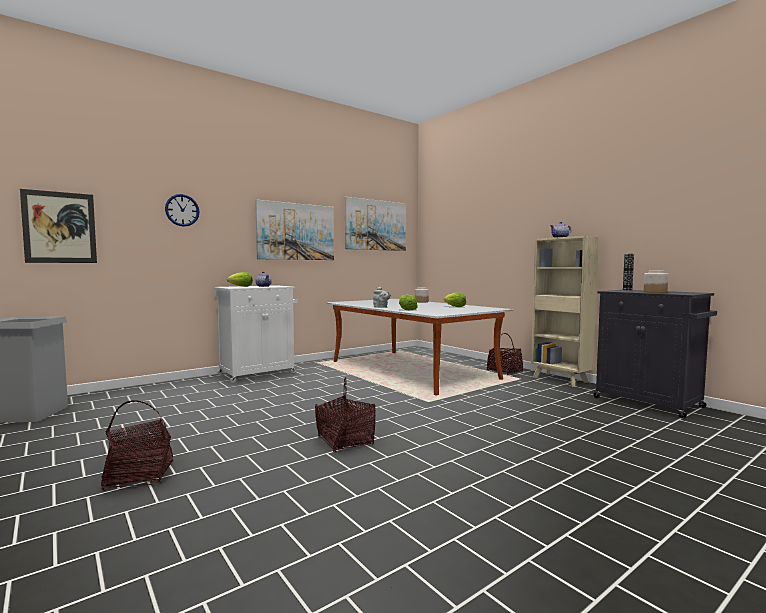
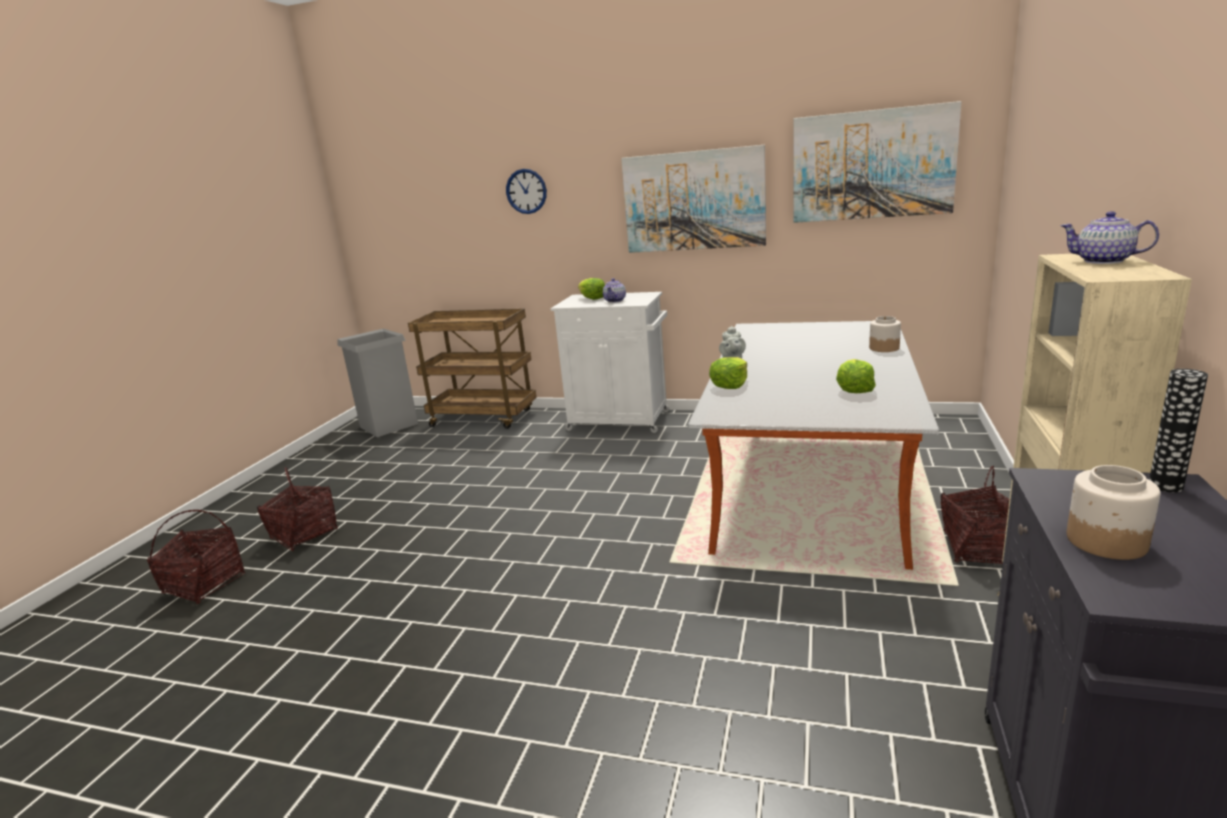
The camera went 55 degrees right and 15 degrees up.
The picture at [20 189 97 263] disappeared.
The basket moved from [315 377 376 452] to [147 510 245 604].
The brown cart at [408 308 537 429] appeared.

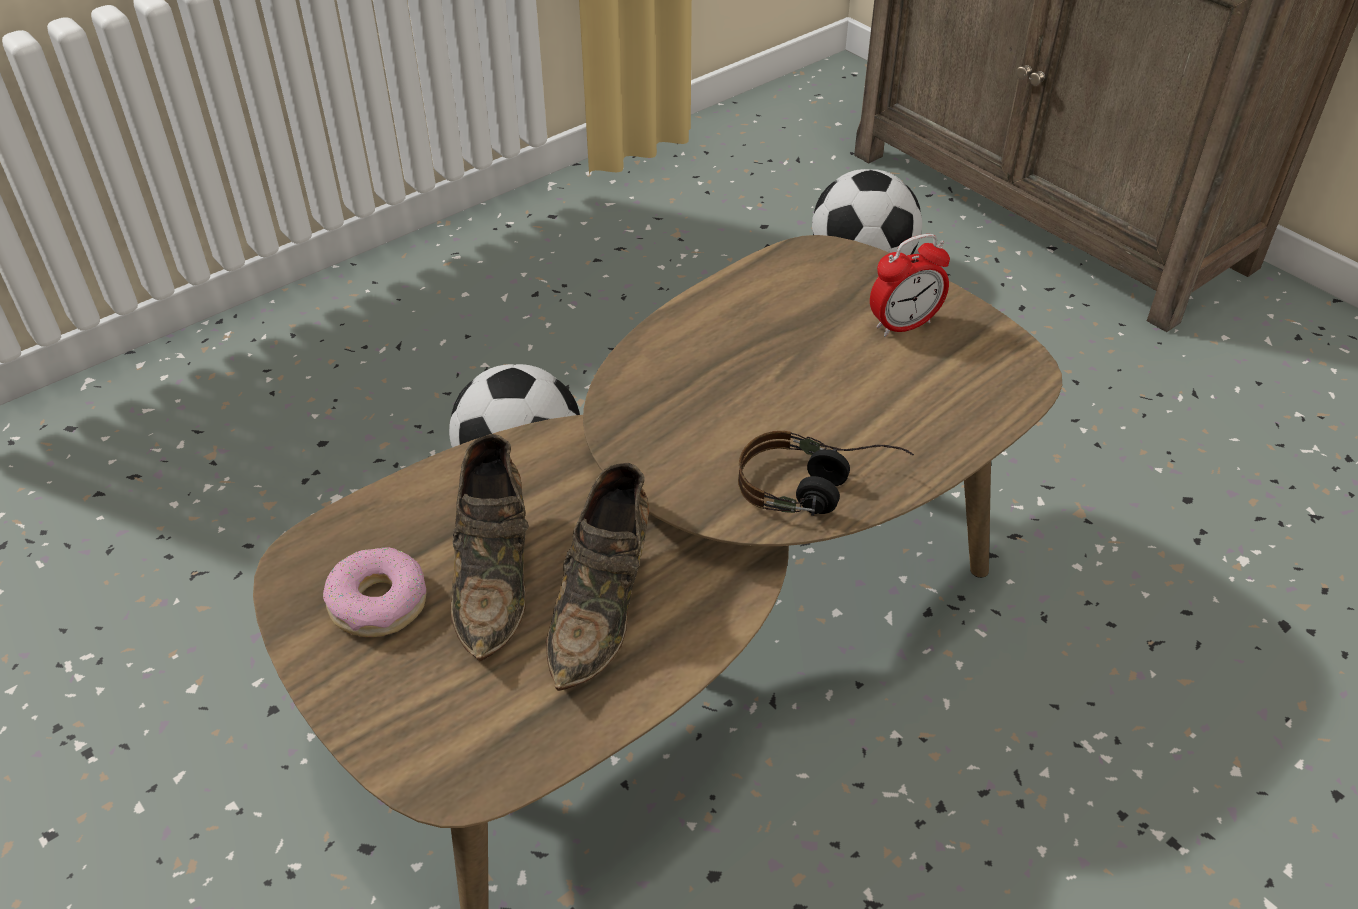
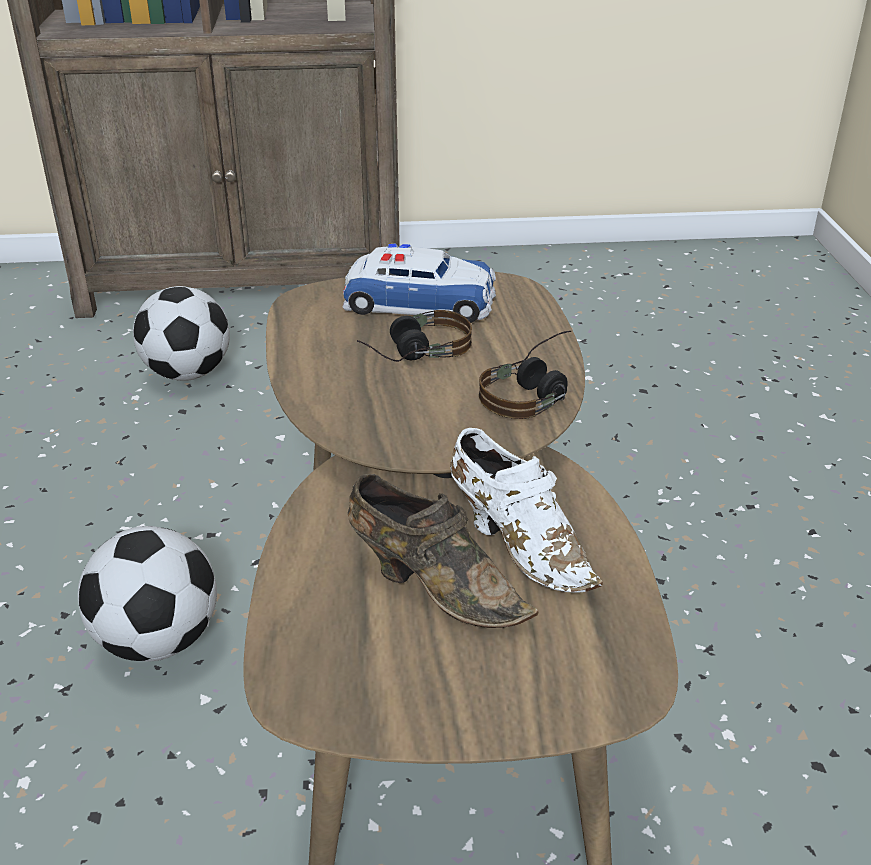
The camera went 55 degrees left and 10 degrees down.
The alarm clock at [870 234 950 337] was replaced by the toy car at [343 244 496 323].
The brown shoe at [546 463 649 691] became the white shoe at [450 428 603 593].
The donut at [323 547 426 637] disappeared.
The headphones at [357 310 472 362] appeared.

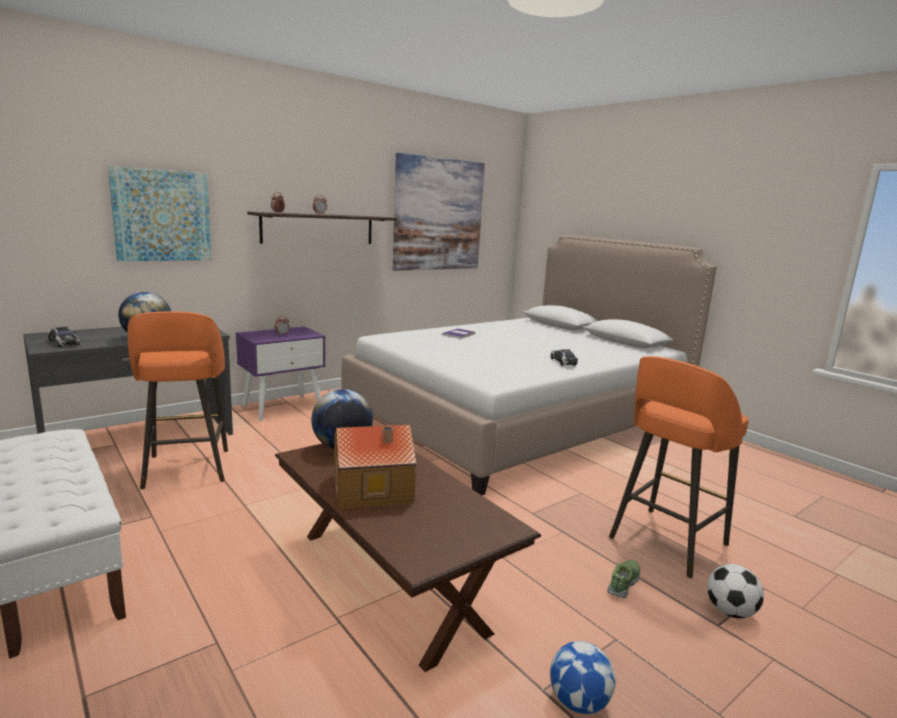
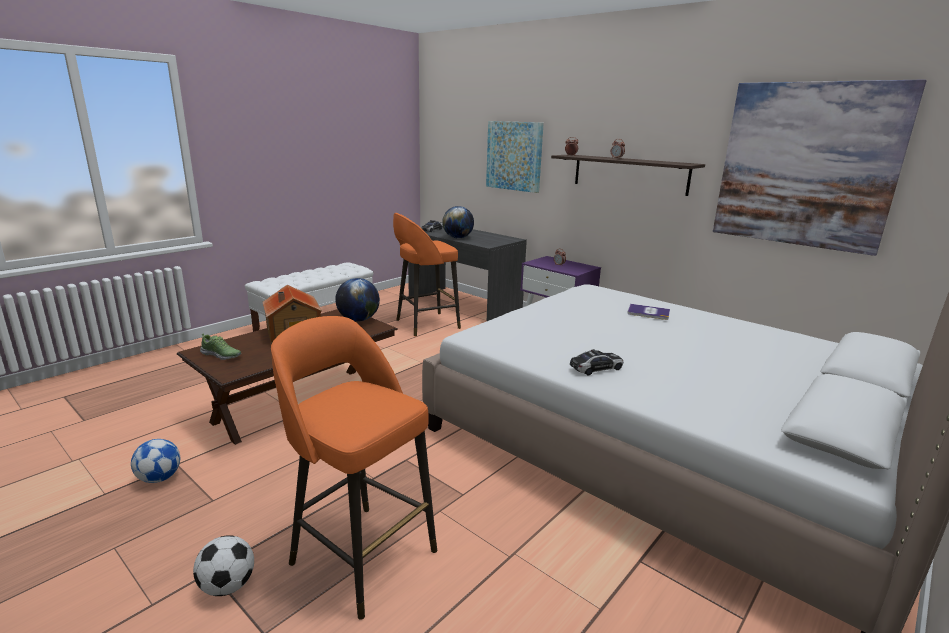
The camera went 80 degrees right and 5 degrees up.
The shoe moved from [607 560 640 598] to [200 333 241 360].

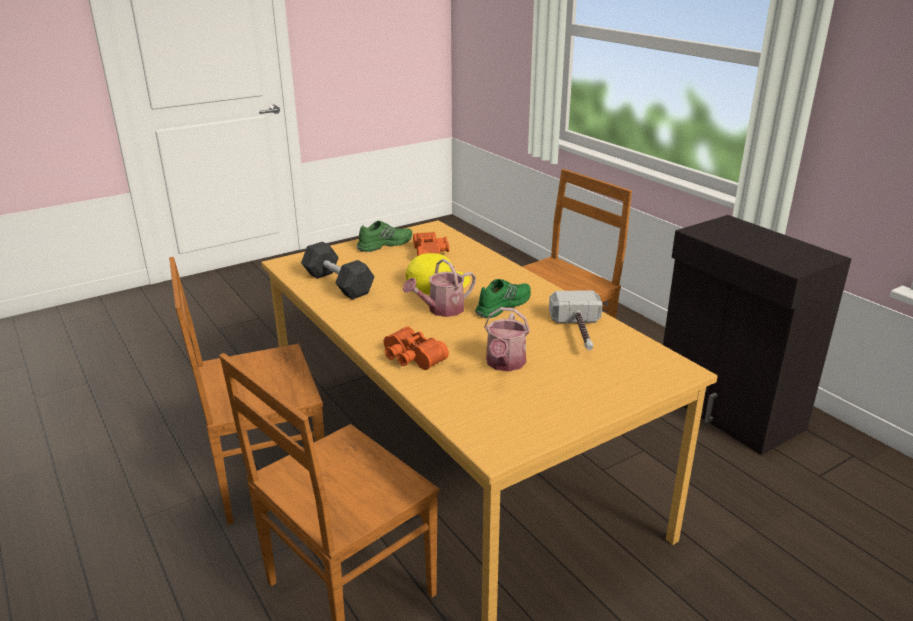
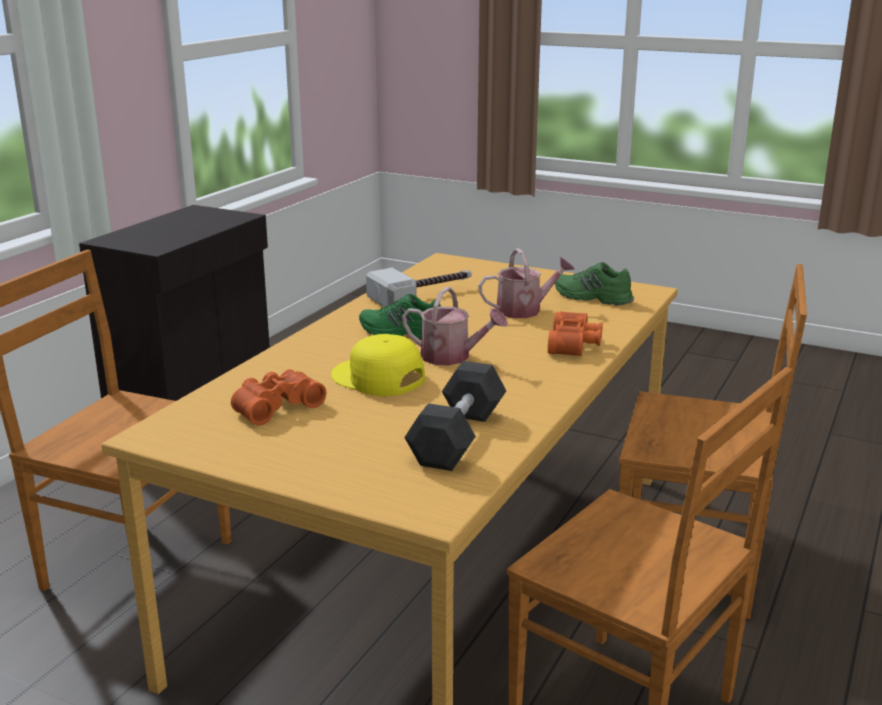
The camera went 120 degrees left and 5 degrees down.
The green shoe moved from [357 221 412 252] to [555 262 634 306].

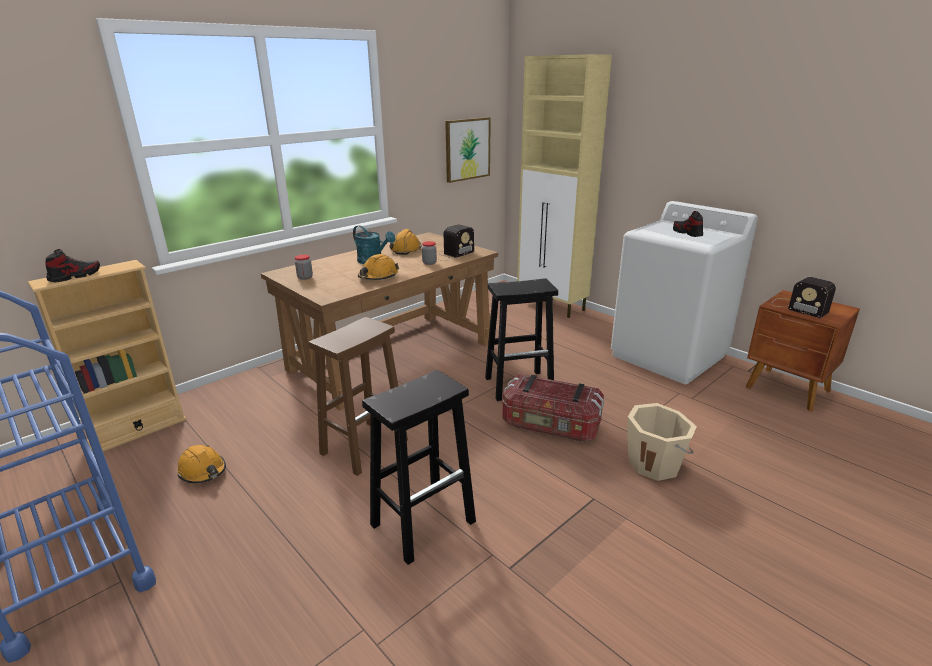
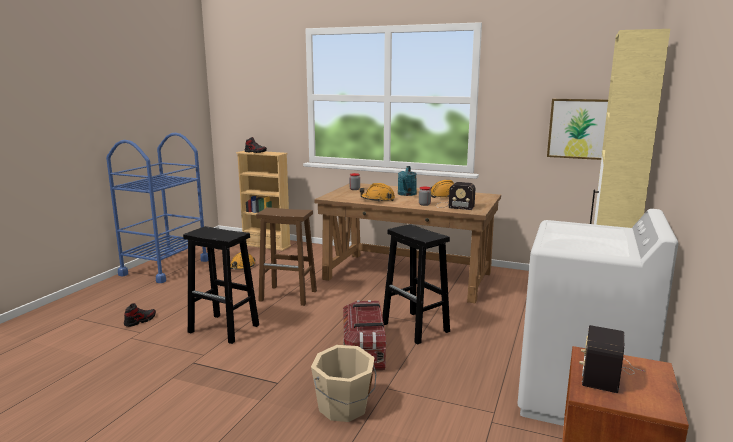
The camera went 65 degrees right and 10 degrees down.
The shoe moved from [673 211 703 237] to [124 303 156 327].

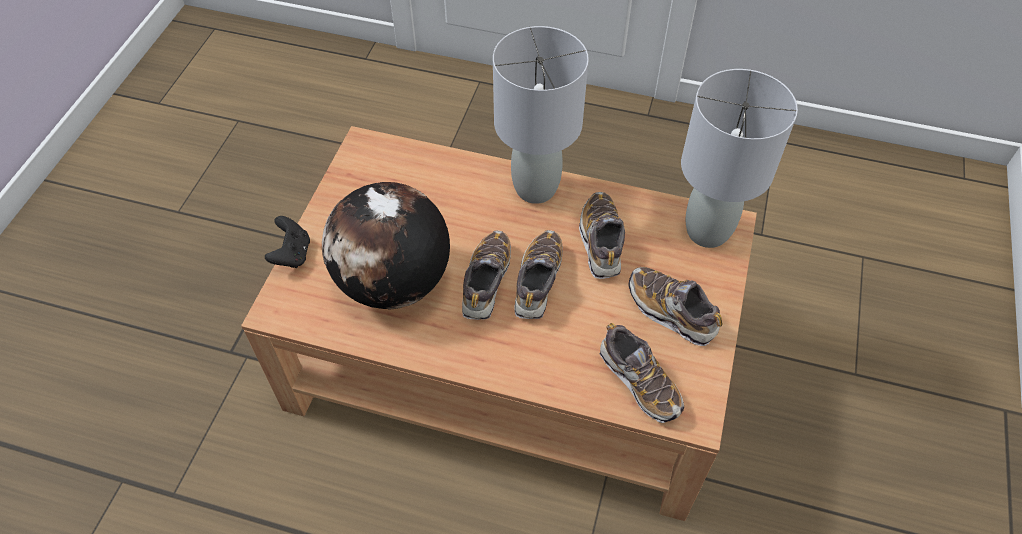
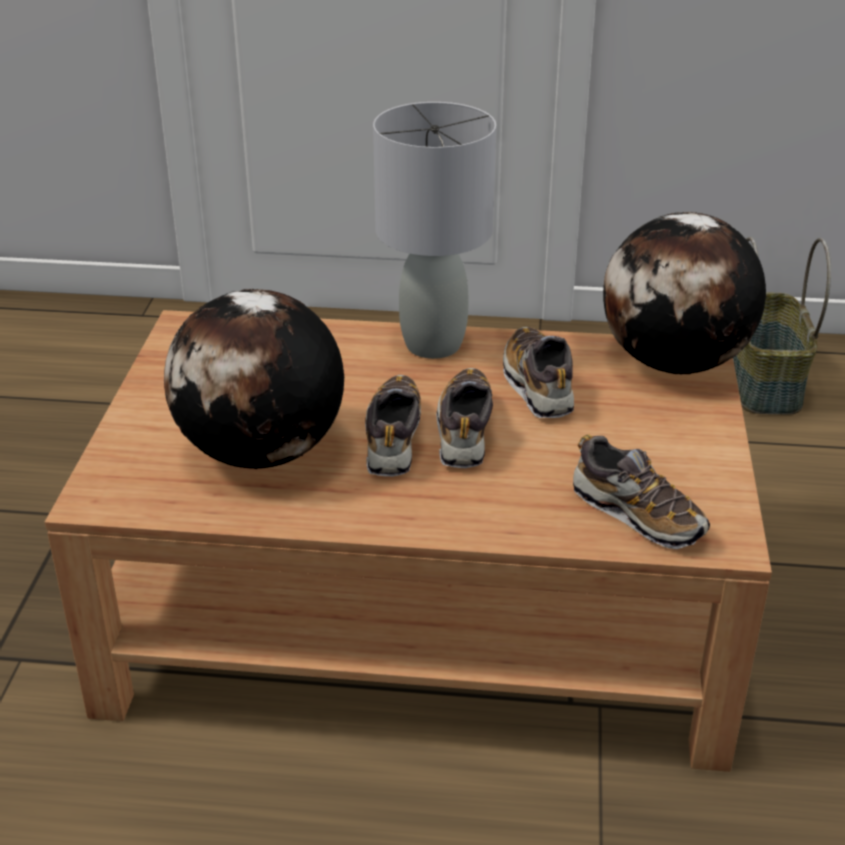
The camera went 10 degrees left and 20 degrees down.
The grey table lamp at [681 69 798 248] was replaced by the globe at [603 212 766 375].
The black game controller at [265 216 310 268] disappeared.
The shoe at [628 267 723 346] disappeared.
The basket at [733 237 831 415] appeared.

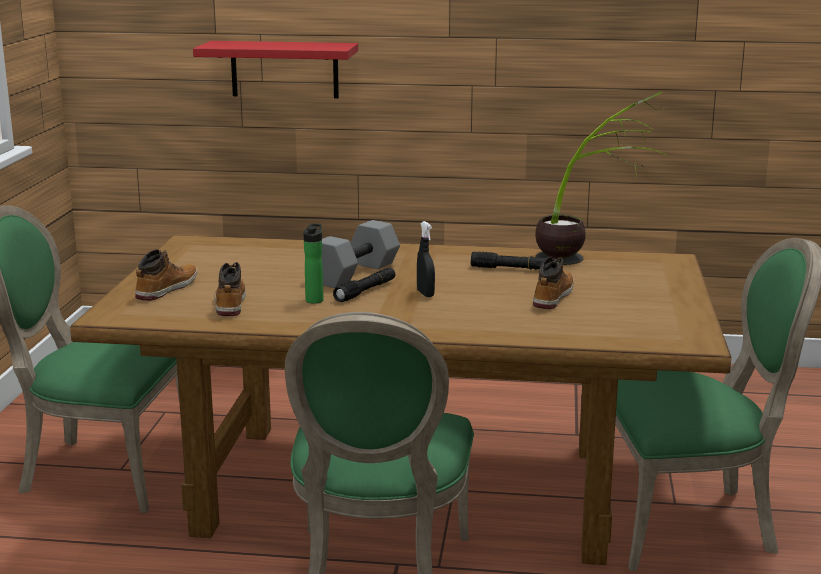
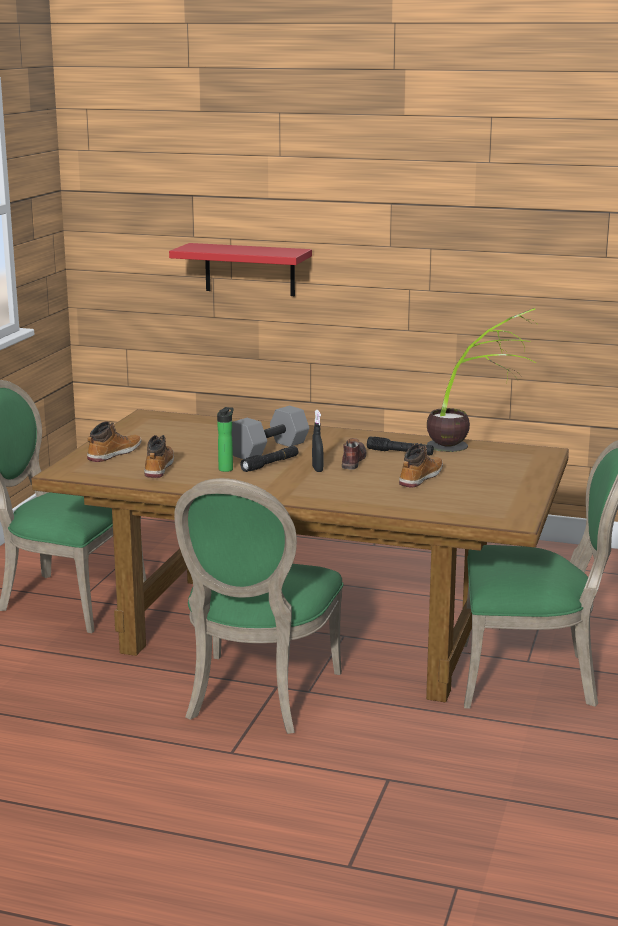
The camera went 10 degrees right and 0 degrees up.
The brown shoe at [342 438 366 470] appeared.

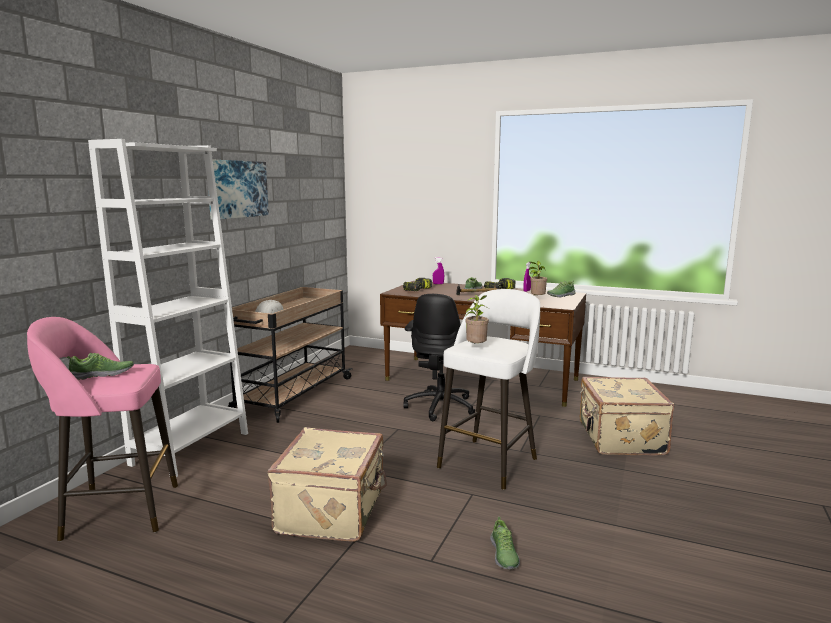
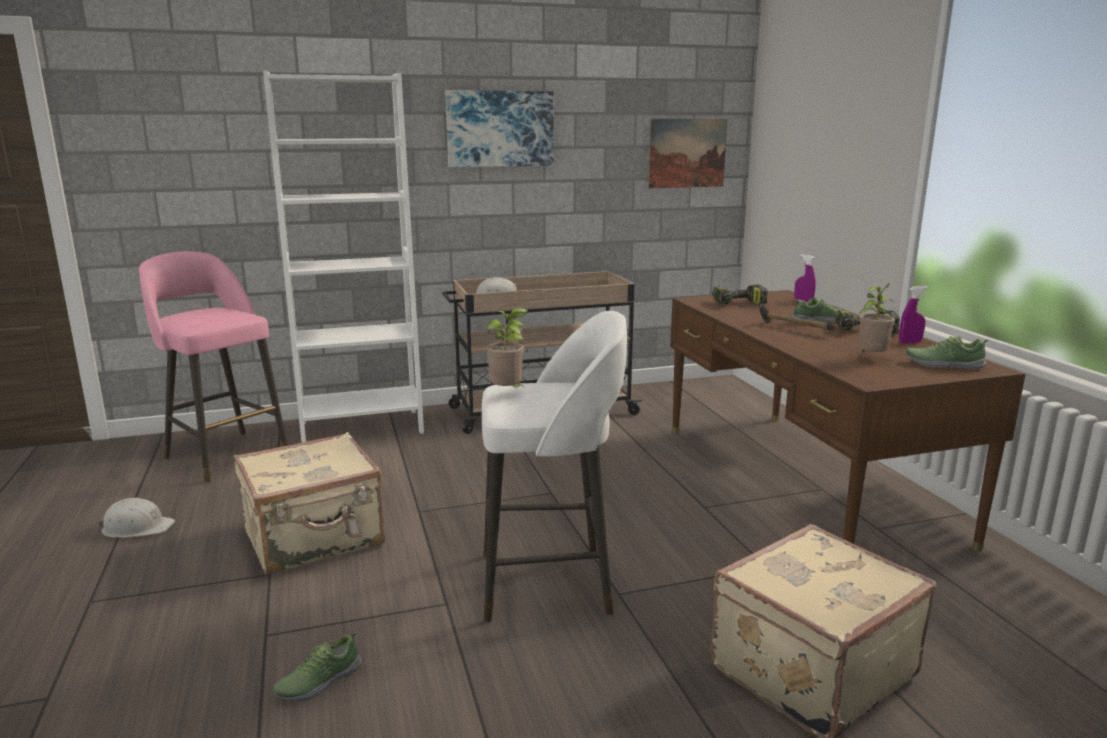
The camera went 50 degrees right and 5 degrees up.
The black office chair at [403 294 475 421] disappeared.
The shoe at [66 353 134 380] disappeared.
The picture at [648 119 728 188] appeared.
The white hard hat at [98 498 175 538] appeared.

